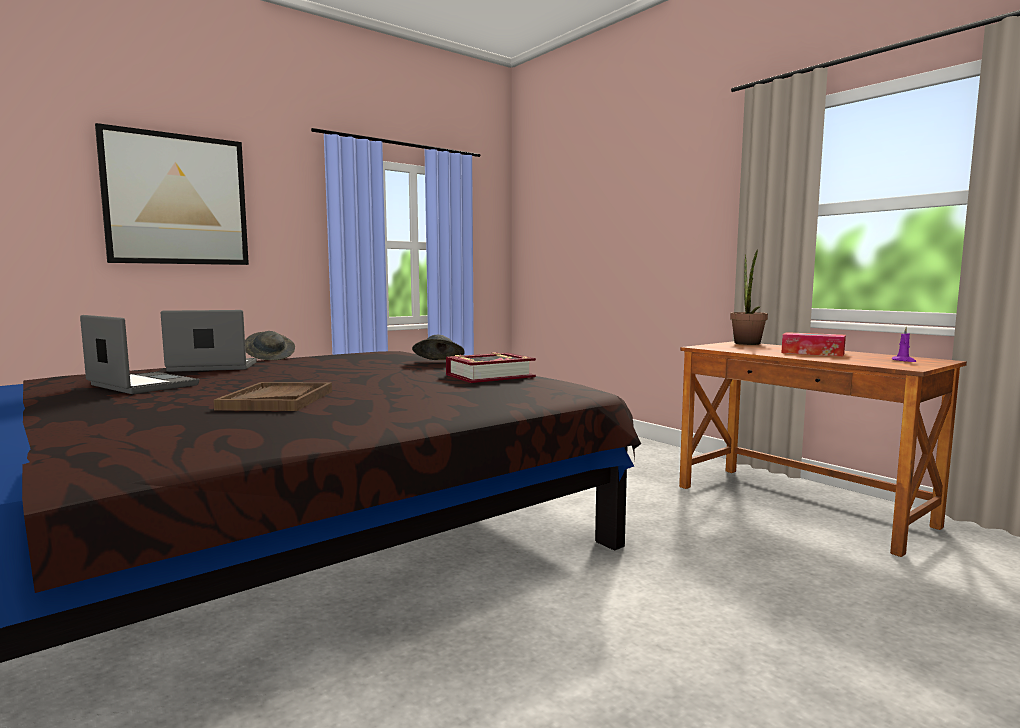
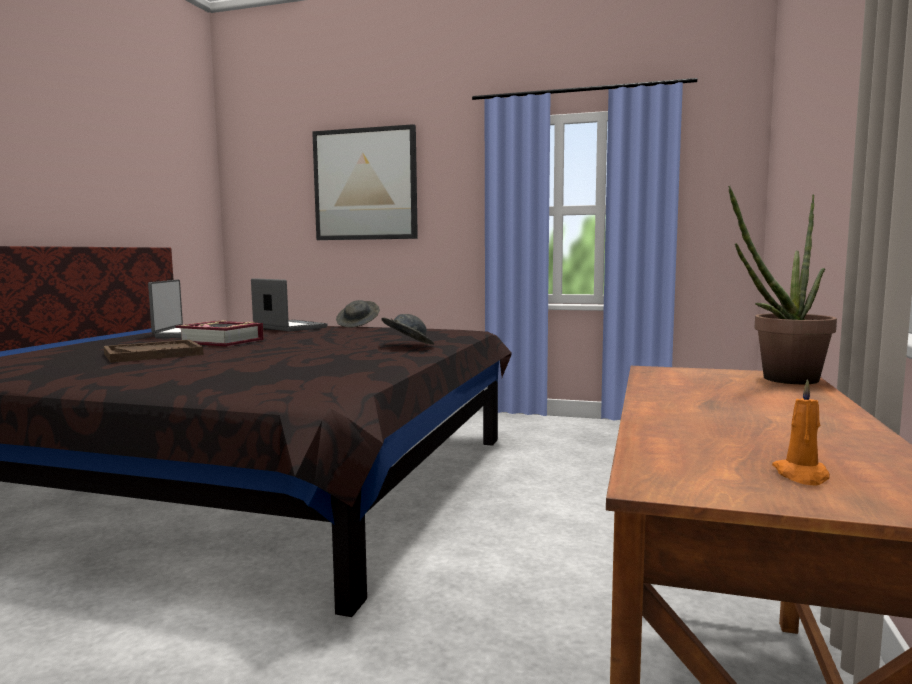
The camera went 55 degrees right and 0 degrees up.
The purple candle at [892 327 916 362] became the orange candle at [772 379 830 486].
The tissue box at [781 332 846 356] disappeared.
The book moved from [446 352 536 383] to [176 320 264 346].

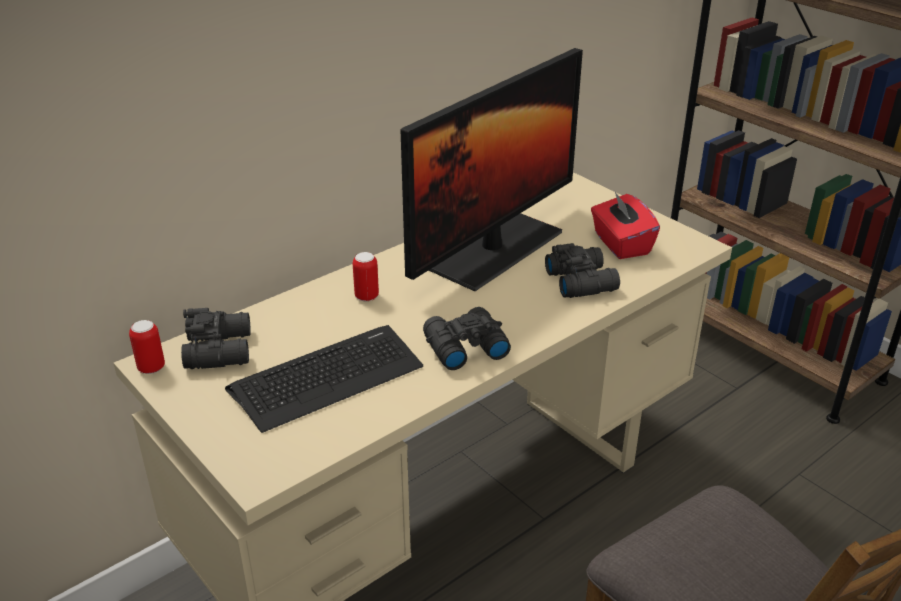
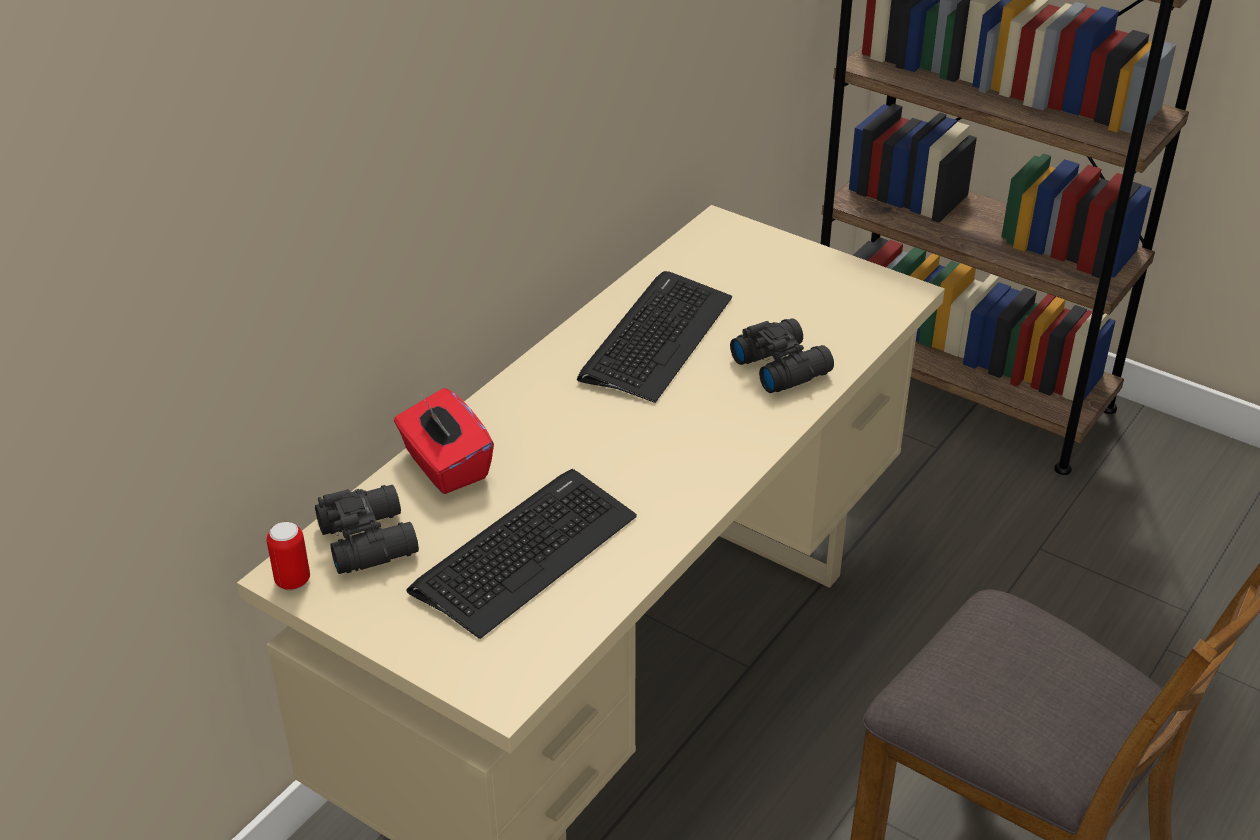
The camera went 15 degrees left and 5 degrees up.
The monitor at [401 48 583 291] was replaced by the keyboard at [577 271 732 403].
The red tissue box moved from [591 190 660 259] to [394 388 494 494].
The can at [353 252 379 301] disappeared.
The black binoculars at [423 307 511 370] disappeared.

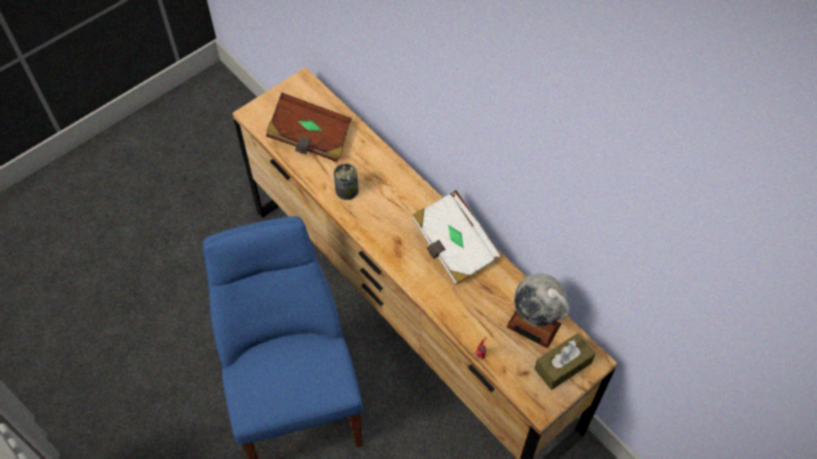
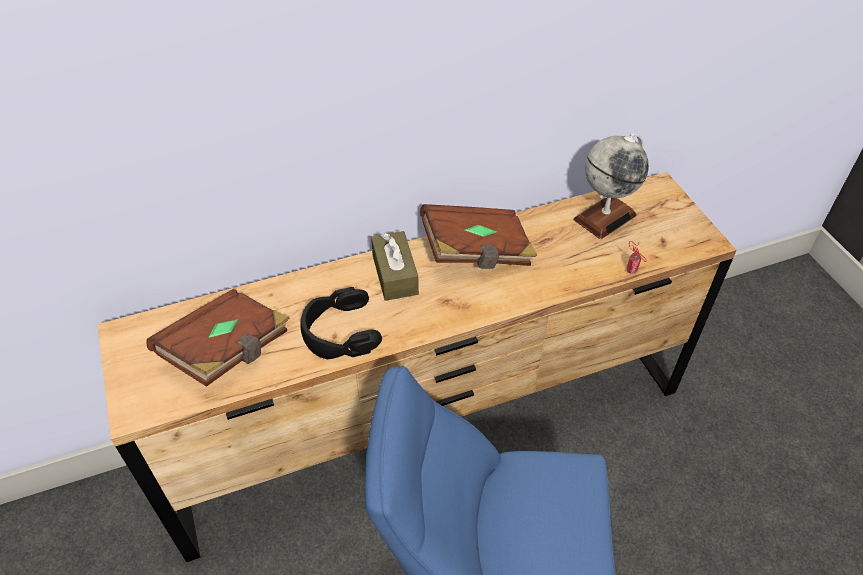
The camera went 70 degrees left and 10 degrees down.
The can at [334 163 359 200] was replaced by the black headphones at [300 287 382 359].
The white book at [412 190 501 285] became the brown book at [420 204 537 269].
The brown tissue box moved from [534 333 595 390] to [371 231 419 301].

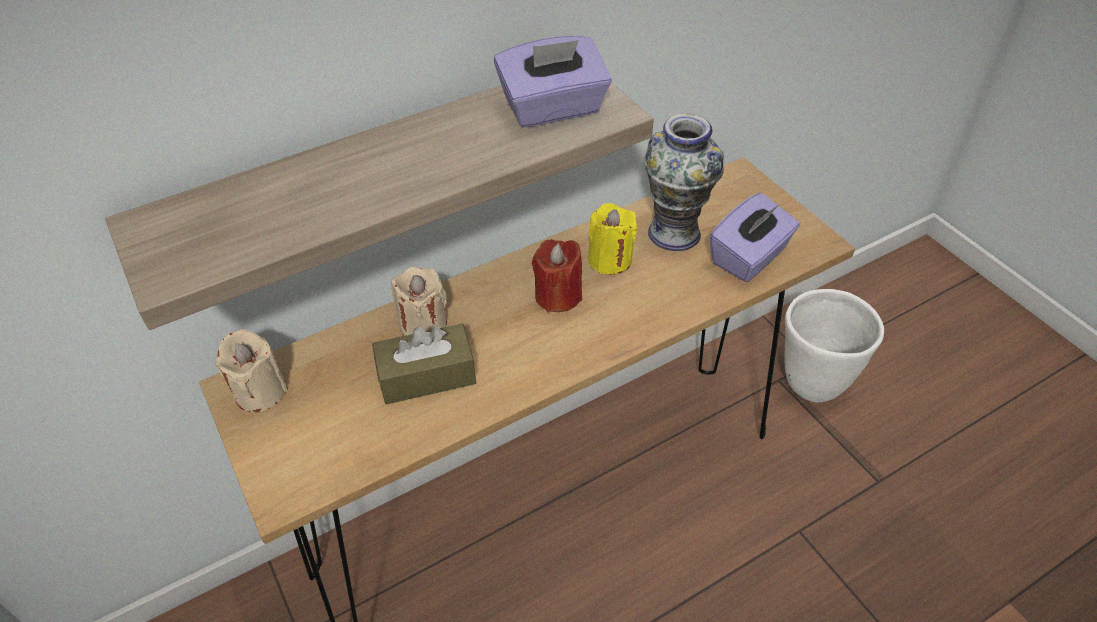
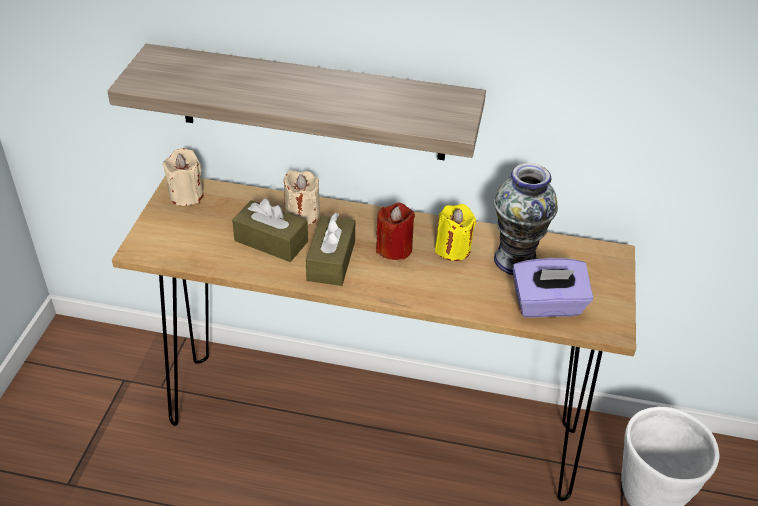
The camera went 40 degrees right and 5 degrees down.
The purple tissue box at [494 35 612 127] disappeared.
The brown tissue box at [306 213 355 286] appeared.

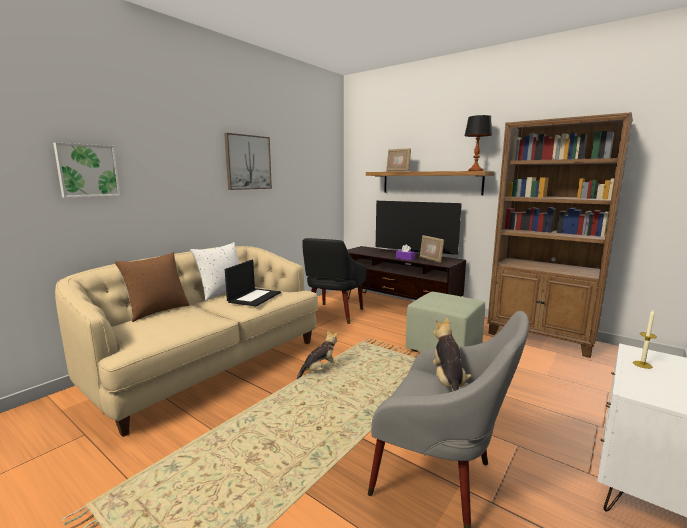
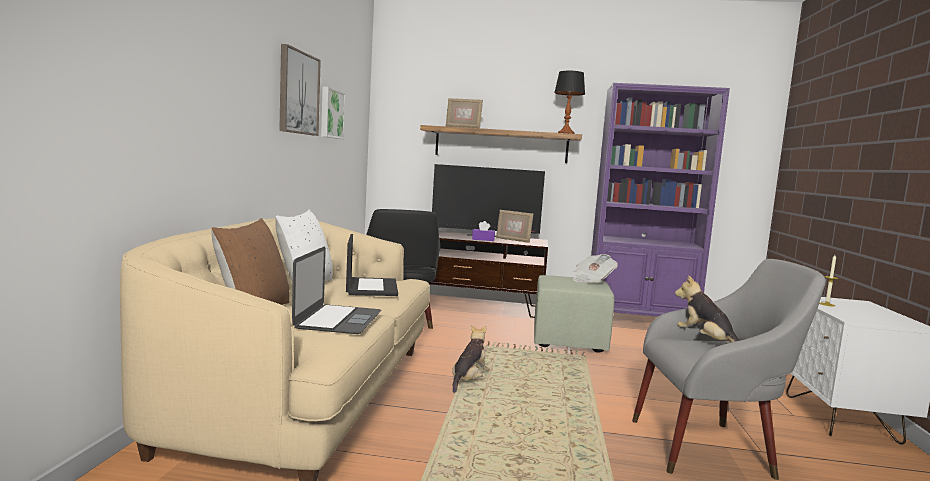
The camera went 30 degrees left and 5 degrees down.
The brown bookcase at [487 112 633 358] became the purple bookcase at [591 83 730 317].
The picture moved from [53 142 121 198] to [321 87 345 139].
The laptop at [292 246 381 334] appeared.
The newspaper at [573 254 618 283] appeared.

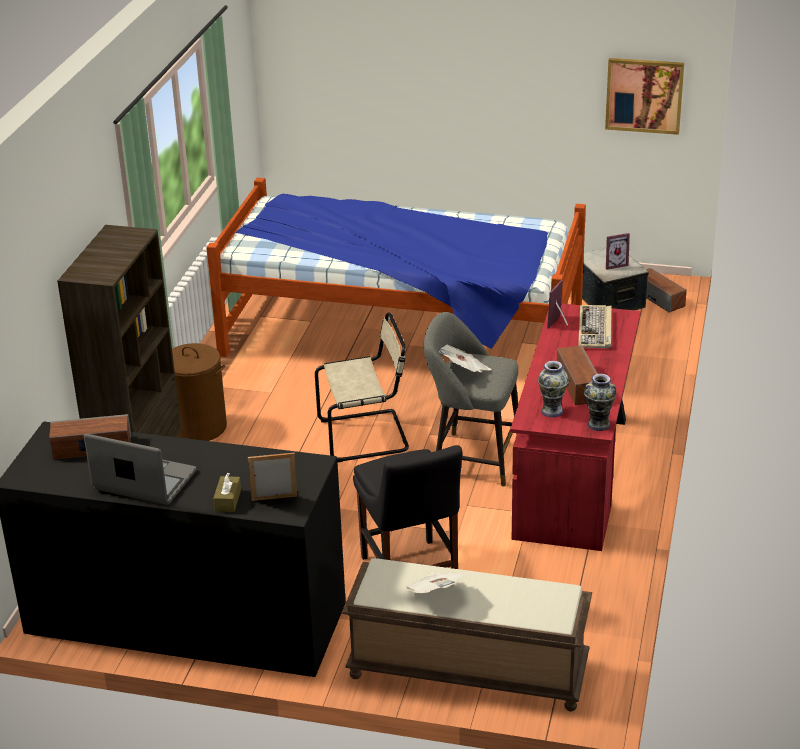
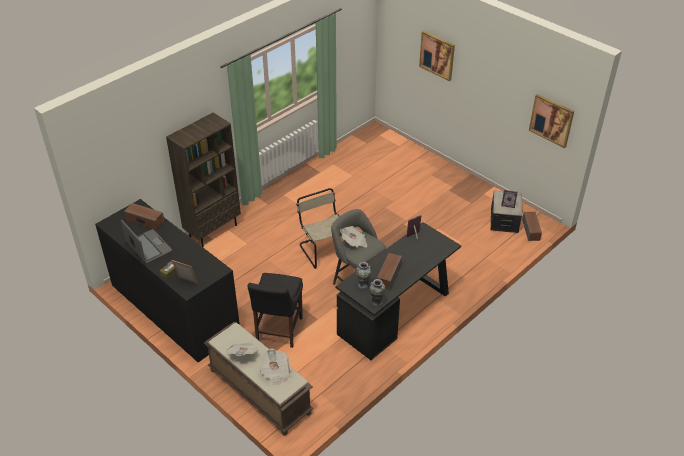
The camera went 30 degrees right and 10 degrees up.
The bed at [206 178 586 357] disappeared.
The red desk at [510 303 641 551] became the black desk at [336 222 461 360].
The keyboard at [578 305 612 349] disappeared.
The beige chair at [315 312 409 462] turned 135 degrees counterclockwise.
The brown laundry basket at [172 343 227 441] disappeared.
The picture at [419 31 455 81] appeared.
The newspaper at [260 348 291 387] appeared.

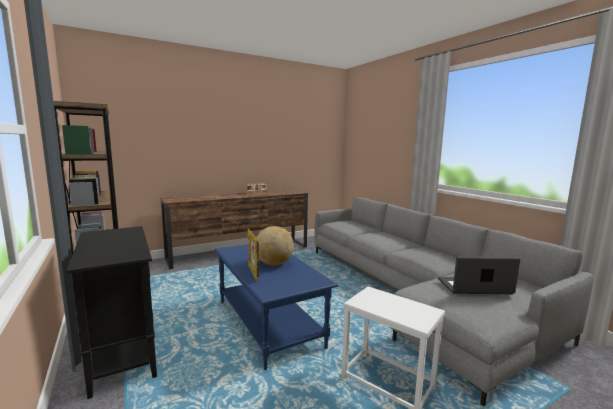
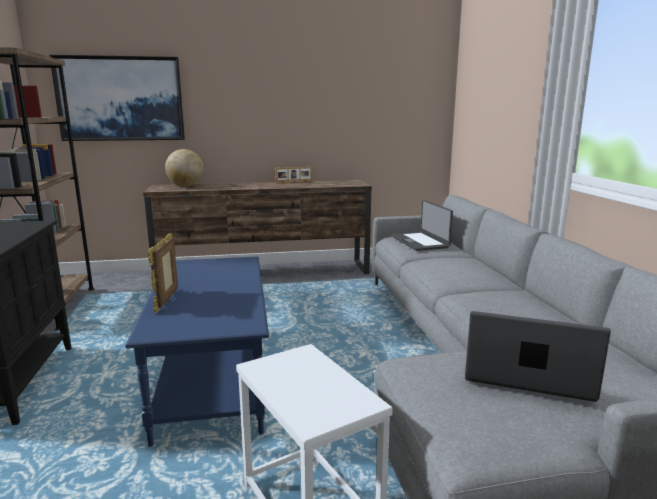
The camera went 20 degrees right and 5 degrees up.
The globe moved from [256 226 294 266] to [165 149 204 187].
The picture at [49 55 185 141] appeared.
The laptop at [391 200 453 251] appeared.

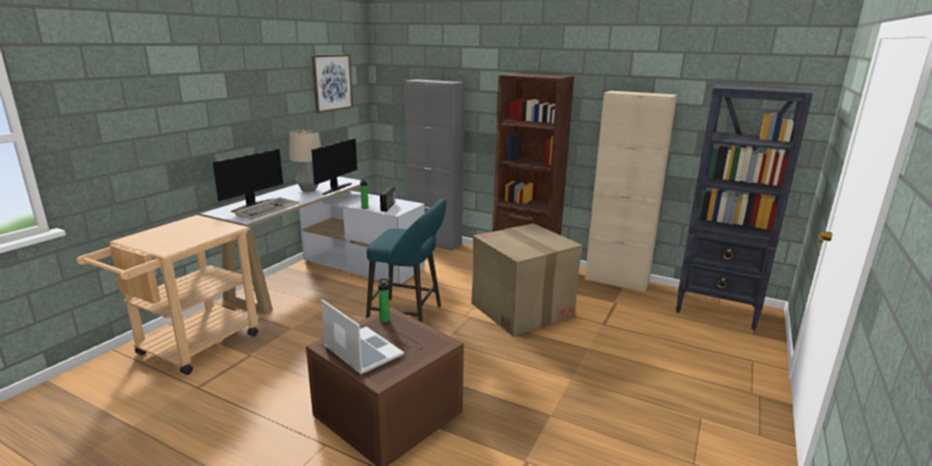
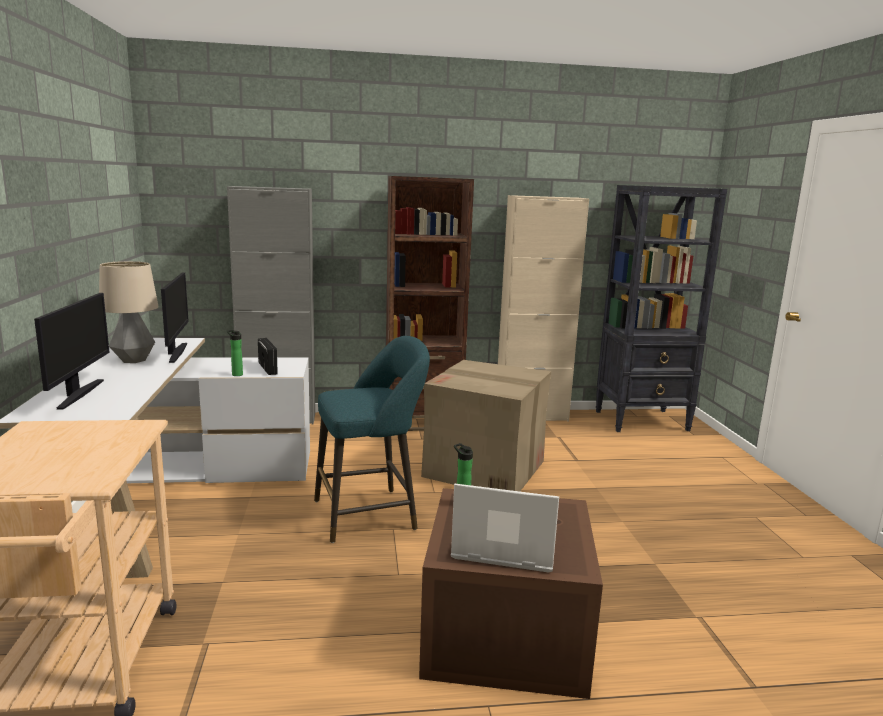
The camera went 35 degrees left and 5 degrees down.
The picture at [311 54 353 113] disappeared.
The keyboard at [234 197 299 219] disappeared.

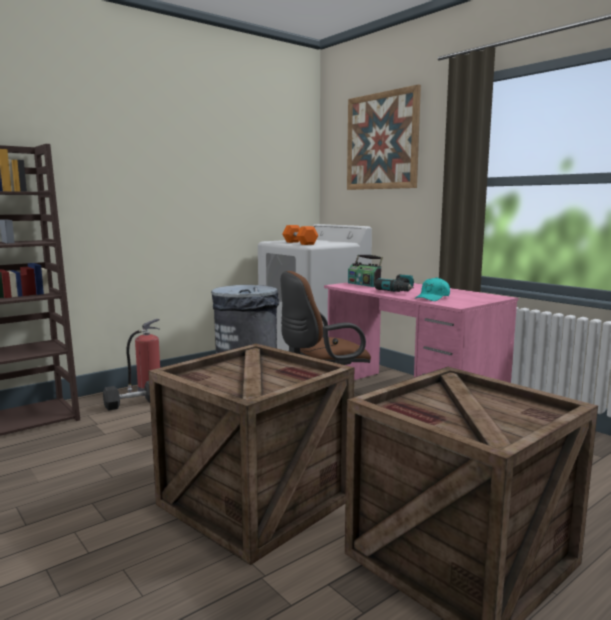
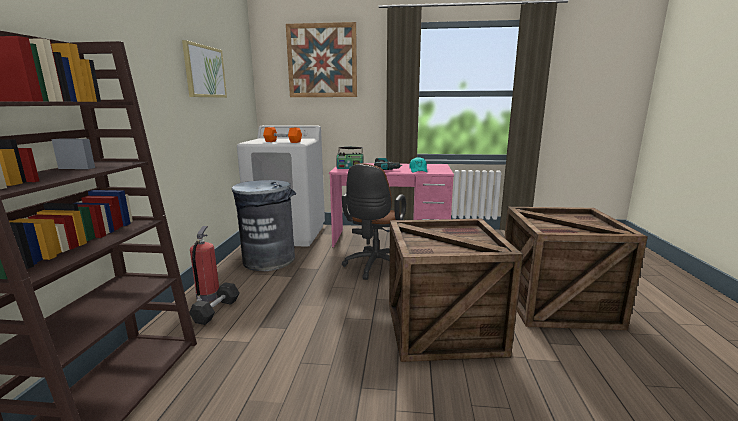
The camera went 45 degrees left and 5 degrees up.
The picture at [182 40 227 98] appeared.

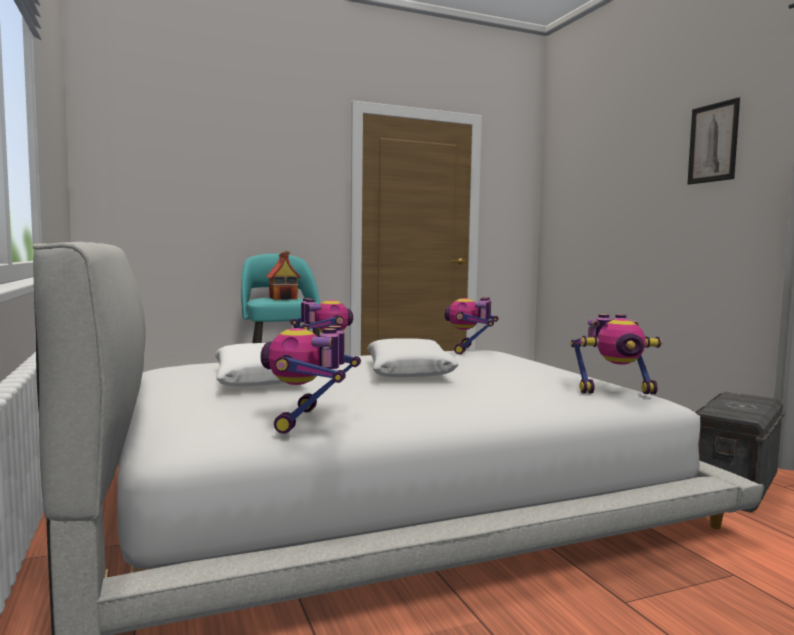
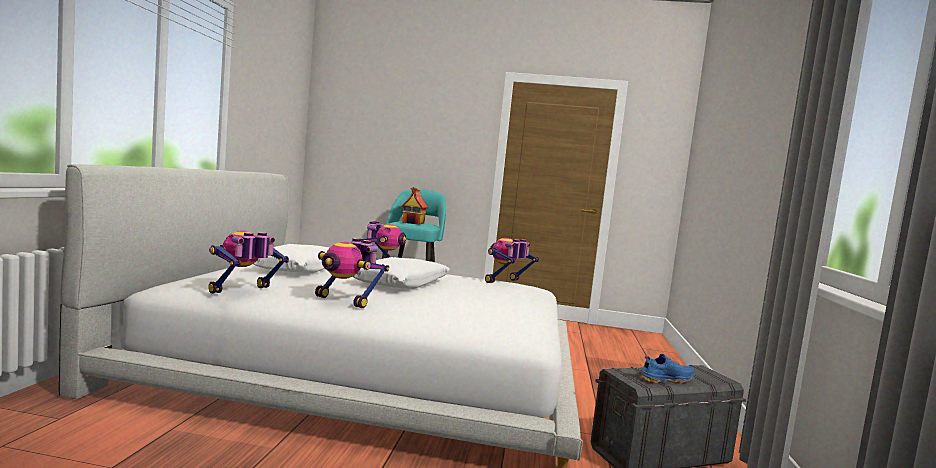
The camera went 30 degrees right and 0 degrees up.
The picture at [687 97 740 185] disappeared.
The toy robot moved from [570 314 662 394] to [315 238 389 308].
The blue shoe at [640 354 694 383] appeared.

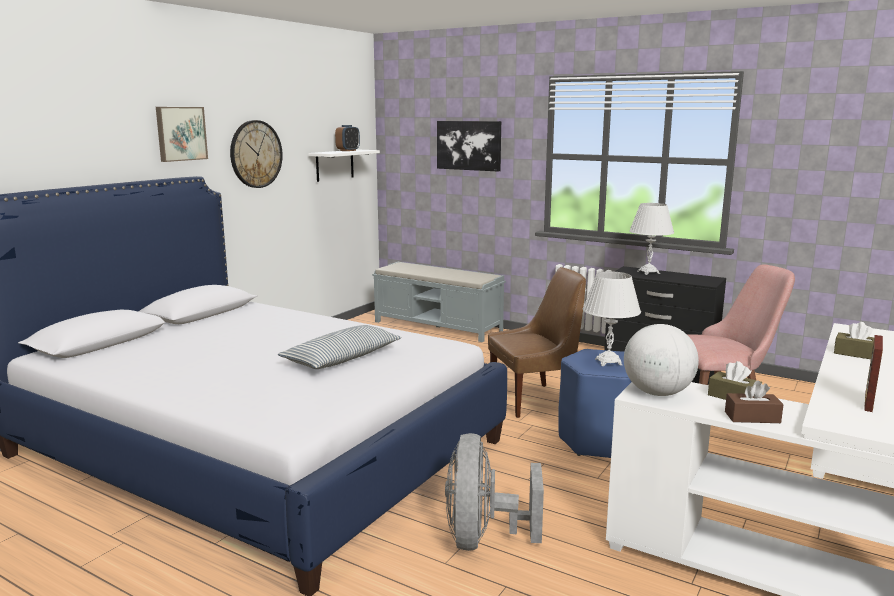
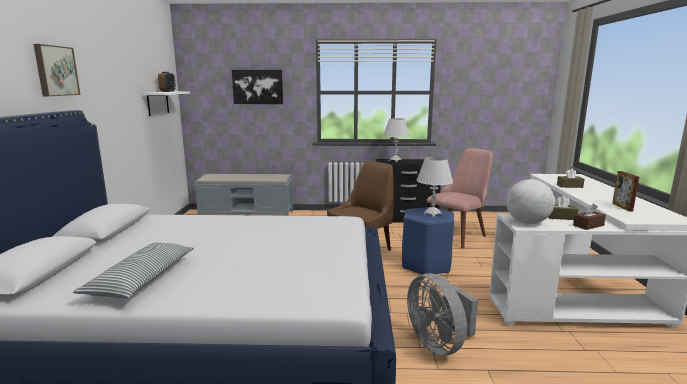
The camera went 30 degrees left and 0 degrees up.
The wall clock at [230 120 283 188] disappeared.
The pillow moved from [278 325 402 369] to [73 243 194 298].

